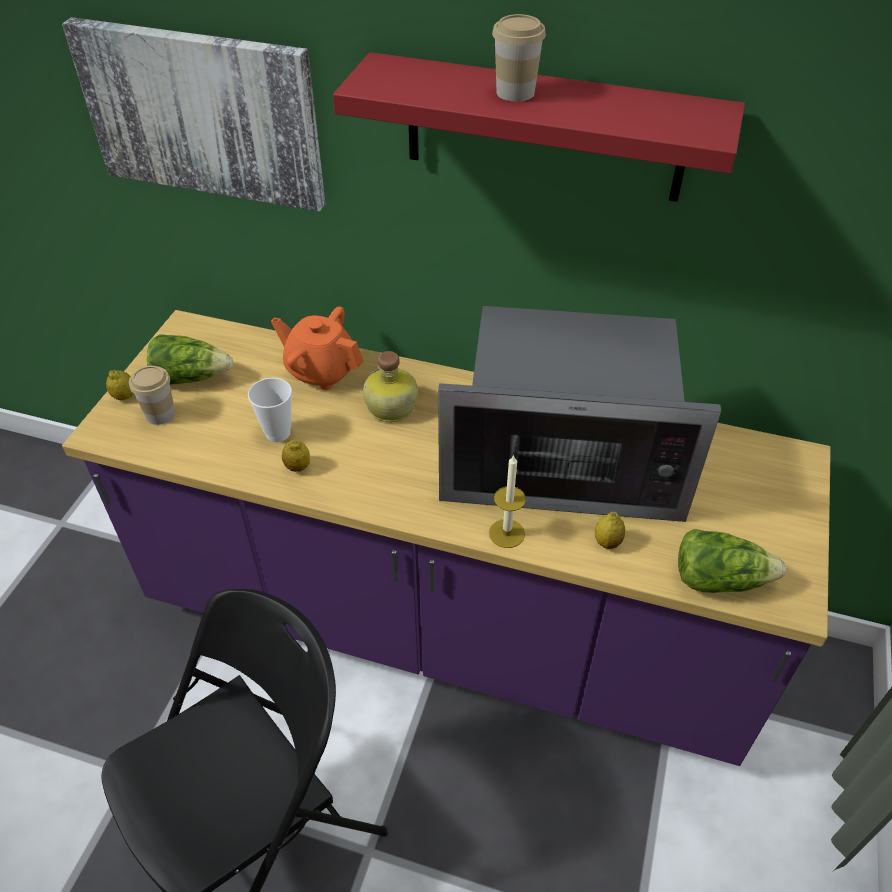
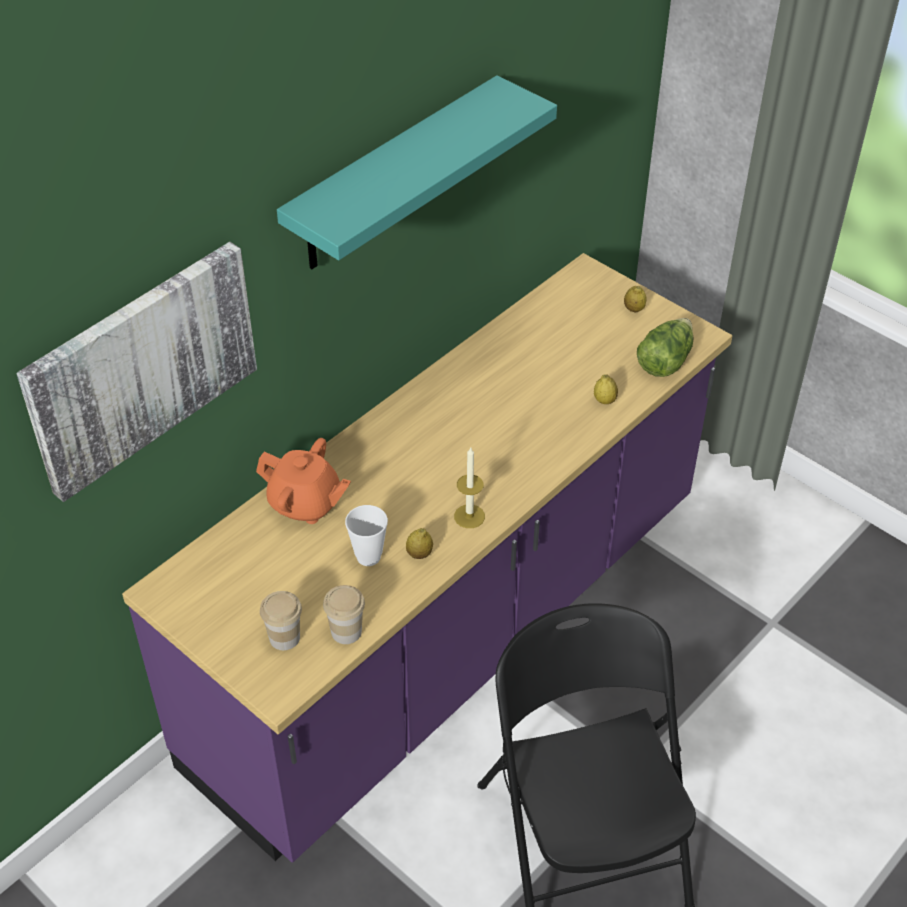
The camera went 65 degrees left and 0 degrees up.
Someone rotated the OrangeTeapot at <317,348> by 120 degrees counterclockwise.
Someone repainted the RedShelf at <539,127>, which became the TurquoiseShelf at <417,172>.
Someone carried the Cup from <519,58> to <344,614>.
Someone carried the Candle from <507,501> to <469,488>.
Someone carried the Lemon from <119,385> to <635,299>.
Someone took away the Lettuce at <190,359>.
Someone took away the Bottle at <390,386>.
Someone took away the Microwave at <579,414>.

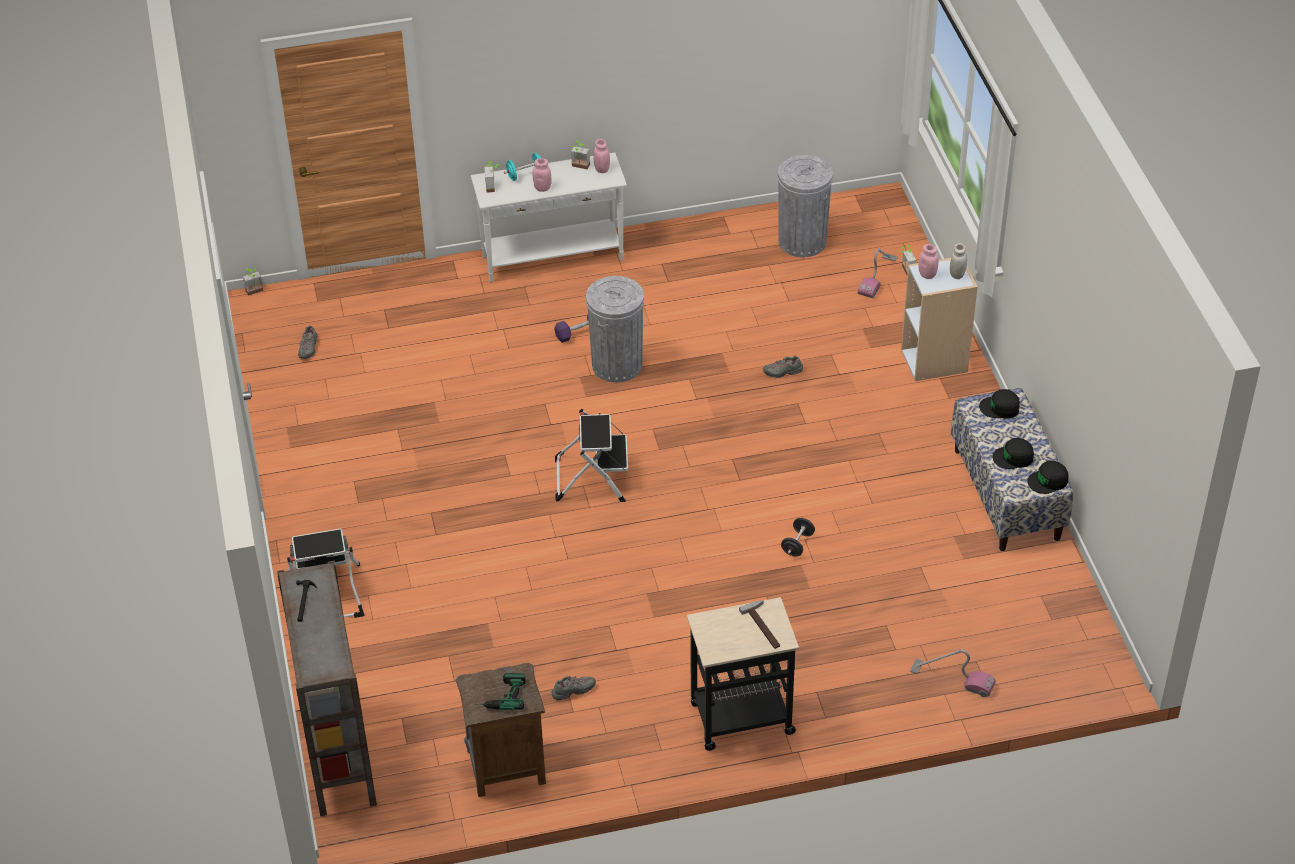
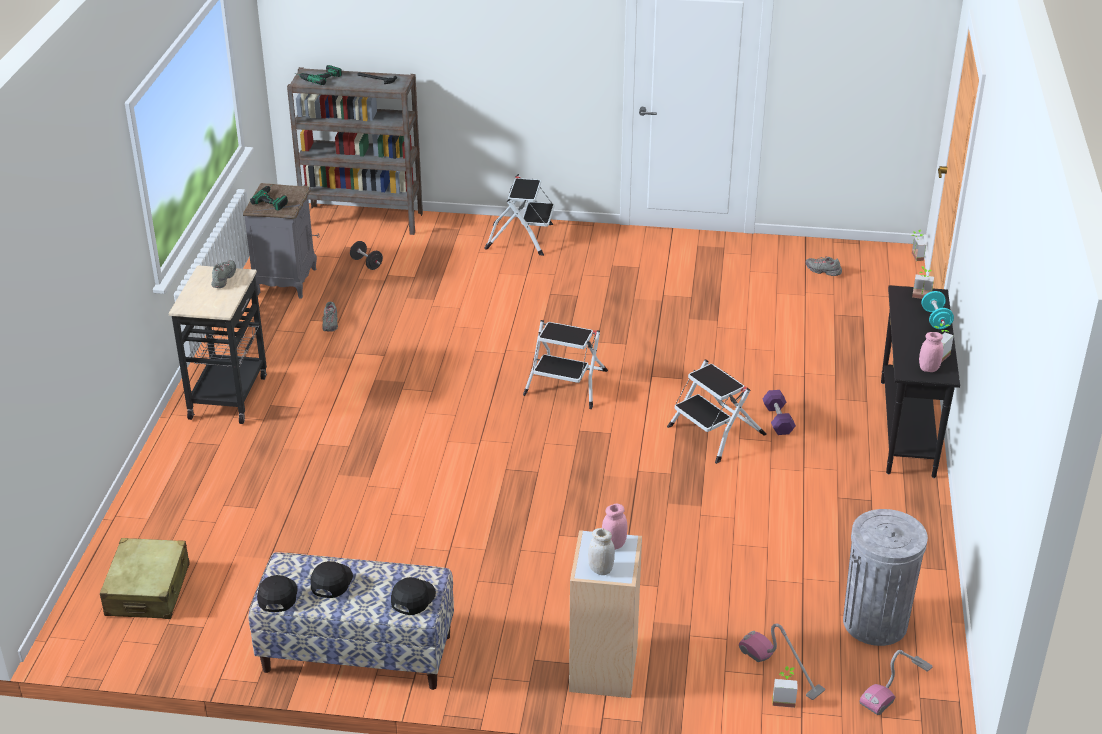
The camera went 110 degrees right and 10 degrees down.
Someone put down the BeigeSuitcase at <145,578>.
Someone carried the GreyShoe from <783,367> to <223,274>.
Someone put down the PowerDrill at <318,75>.
Someone carried the BlackDumbbell from <798,537> to <366,255>.
Someone swapped the GreyTrashCan at <615,329> for the StepLadder at <717,411>.
Someone carried the VacuumCleaner from <953,673> to <896,682>.
Someone repainted the WhiteConsoleTable at <549,217>, which became the BlackConsoleTable at <920,381>.
Someone took away the PinkJar at <542,175>.
Someone took away the Hammer at <759,624>.

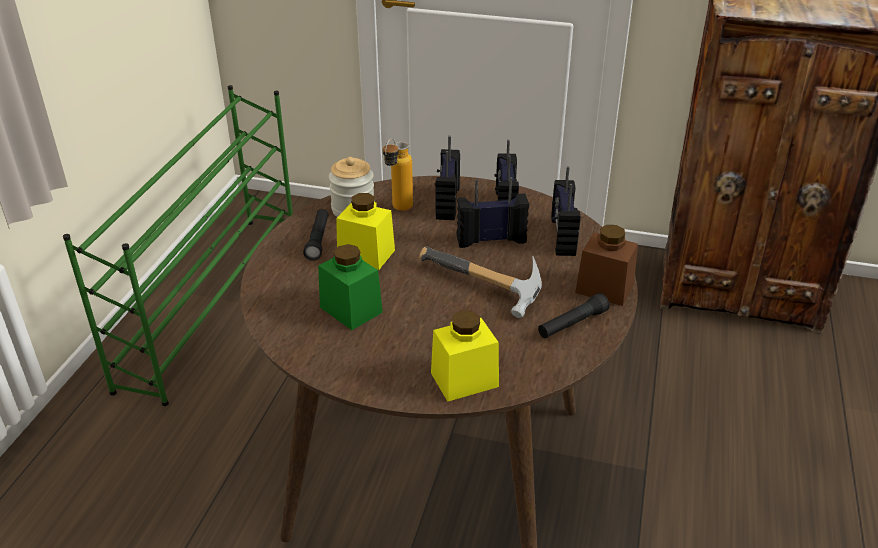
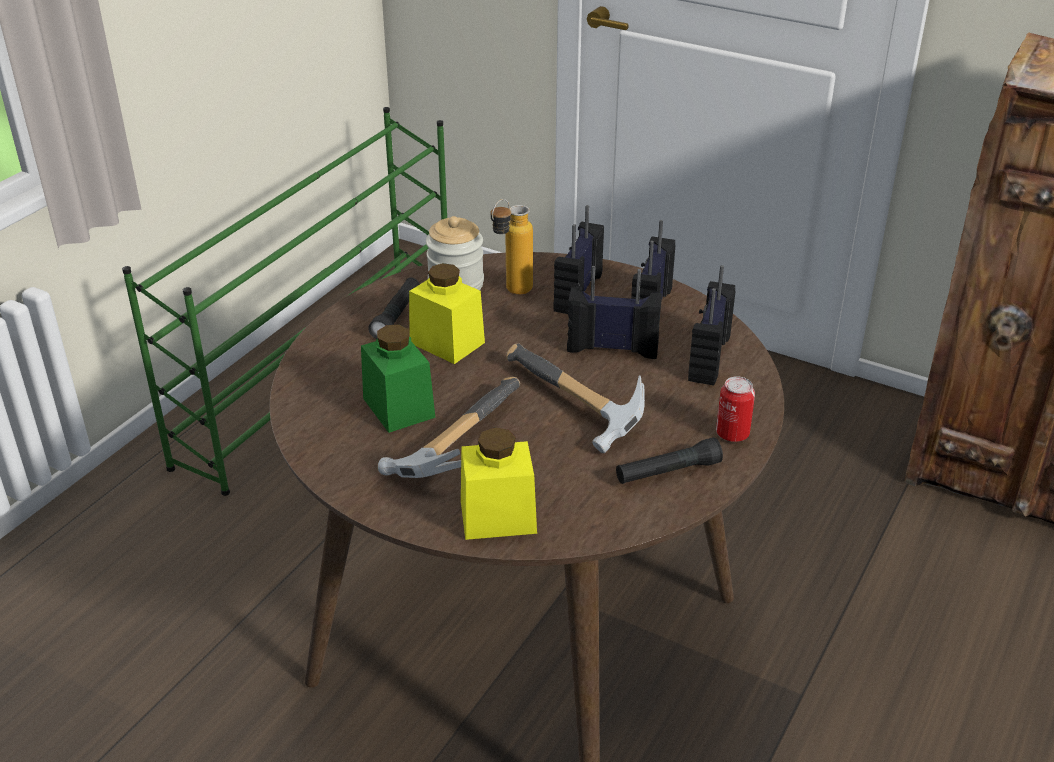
The camera went 15 degrees right and 0 degrees up.
Someone put down the Hammer at <449,427>.
Someone swapped the BrownJar at <606,265> for the Can at <735,409>.

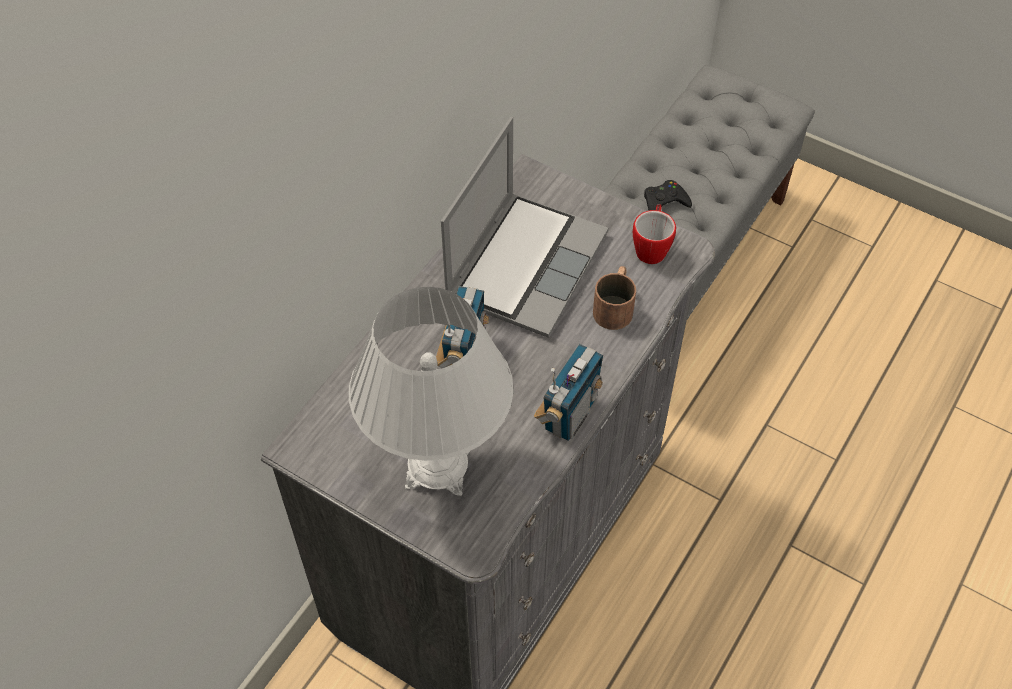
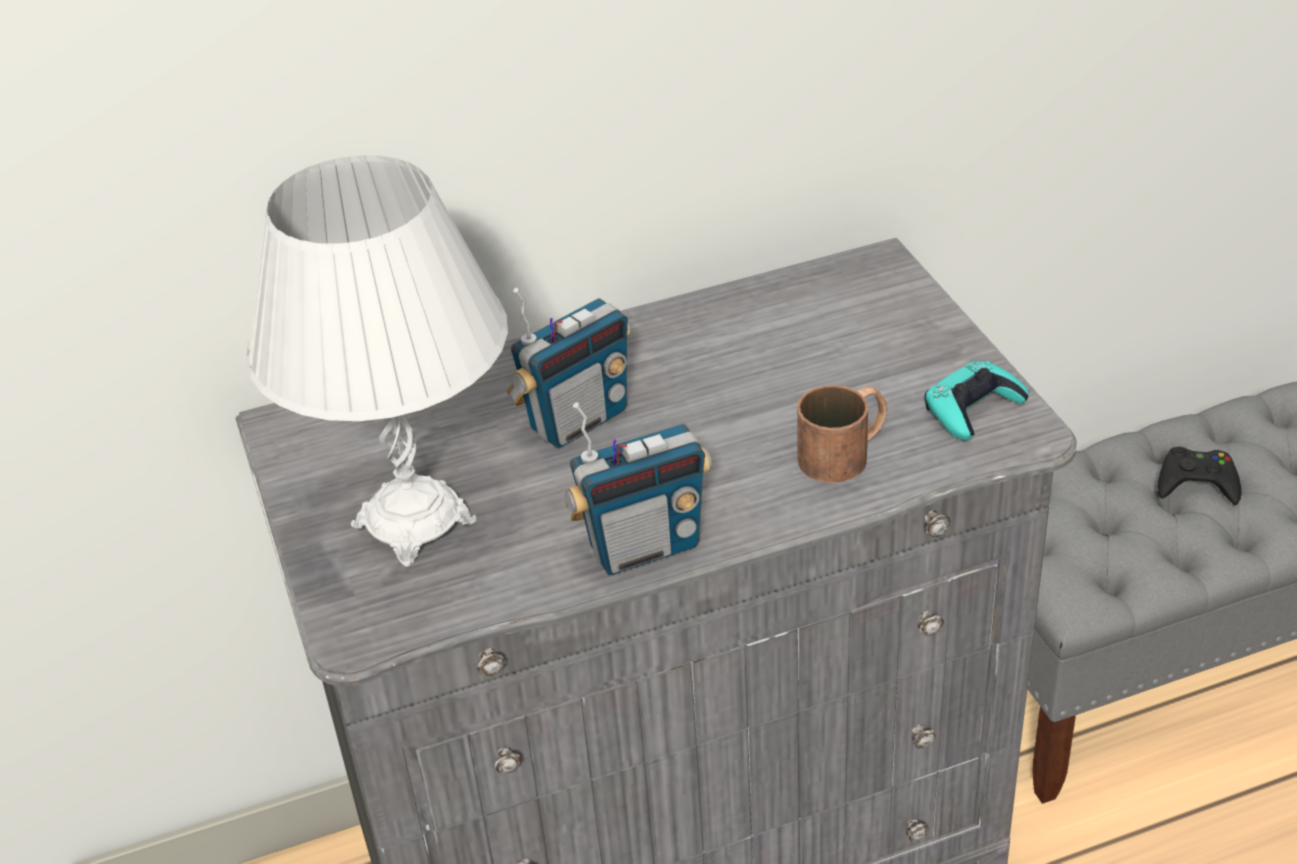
The camera went 40 degrees right and 15 degrees down.
Someone swapped the Mug at <654,234> for the TurquoiseGameController at <976,400>.
Someone took away the Laptop at <524,227>.

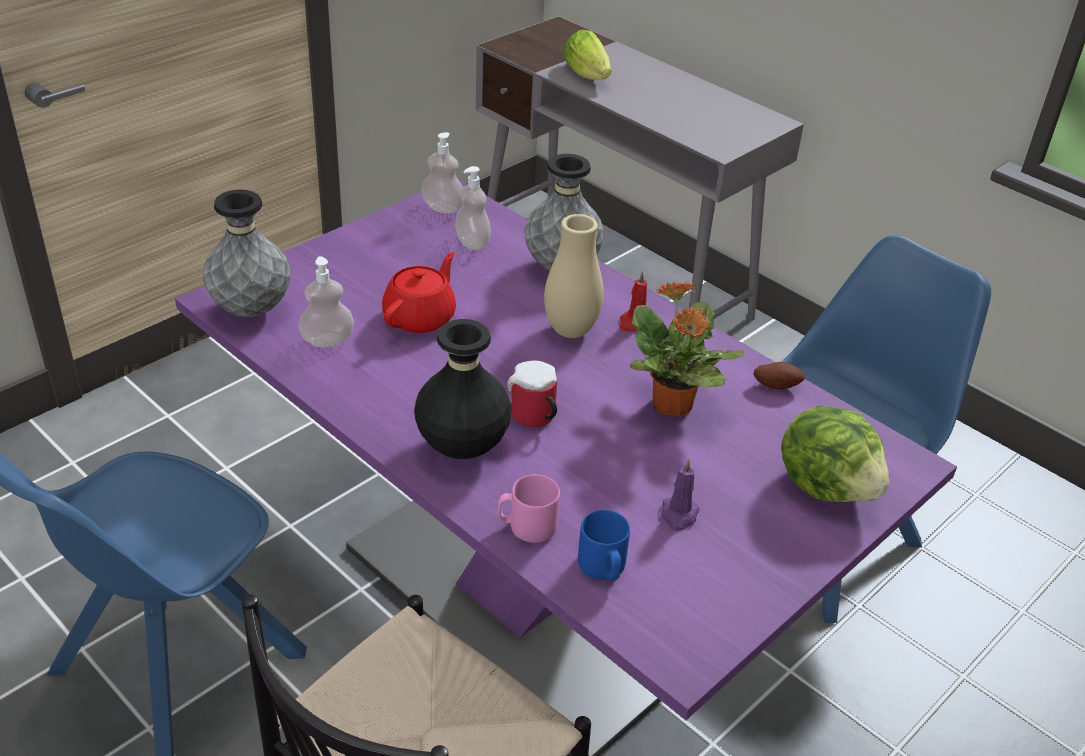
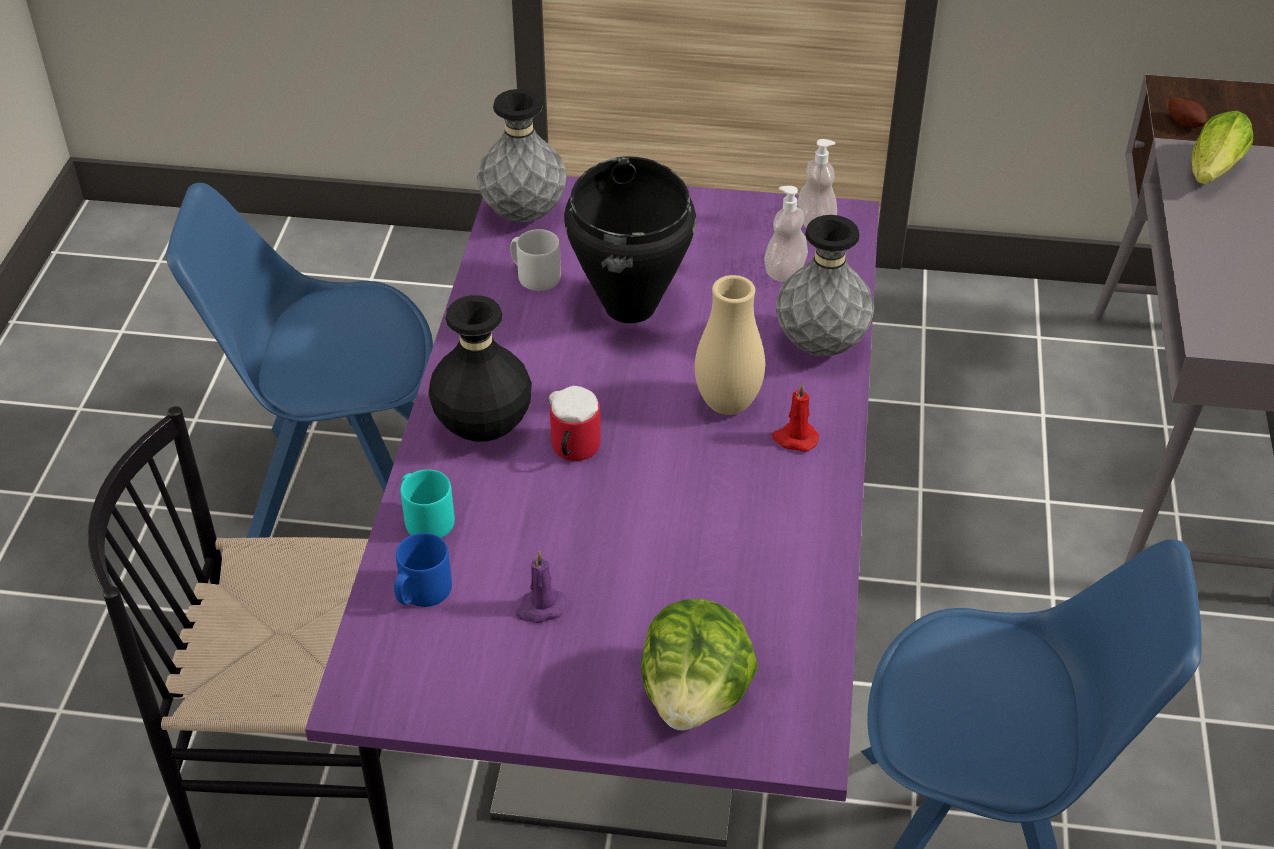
The camera went 55 degrees right and 5 degrees up.
Someone repainted the PinkMug at <529,508>, which became the TurquoiseMug at <428,503>.
Someone swapped the SoapDispenser at <326,301> for the GreyMug at <535,260>.
Someone swapped the RedTeapot at <419,292> for the BlackCookingPot at <630,239>.
Someone carried the Potato from <779,376> to <1188,112>.
Someone took away the PottedPlant at <687,349>.

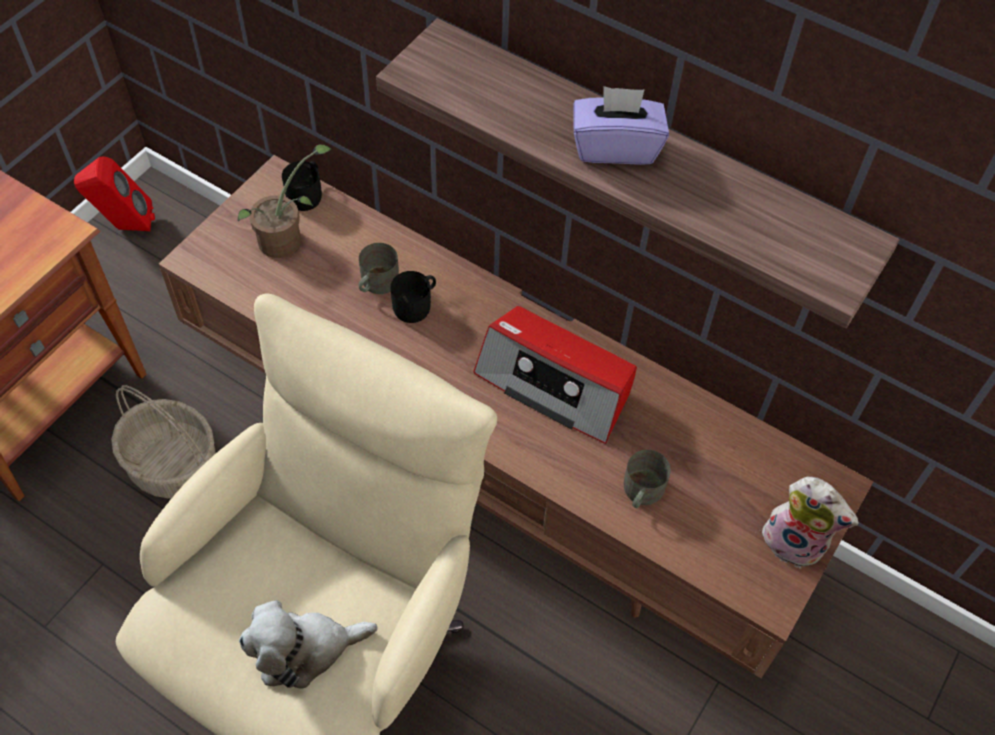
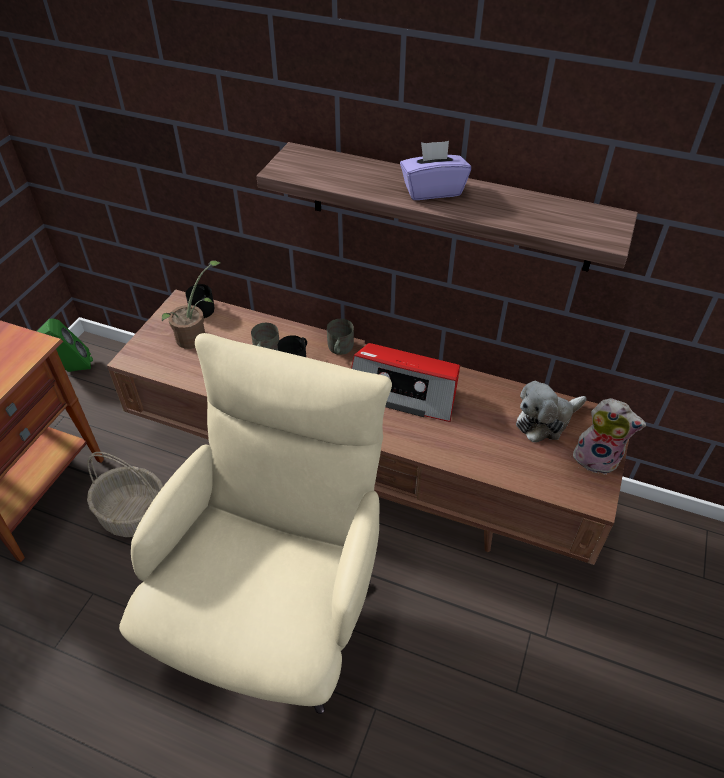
The camera went 10 degrees left and 10 degrees down.
Someone repainted the RedSpeaker at <114,194>, which became the GreenSpeaker at <65,345>.
Someone carried the GreyMug from <647,479> to <340,337>.
Someone carried the PlushToy from <308,644> to <551,411>.

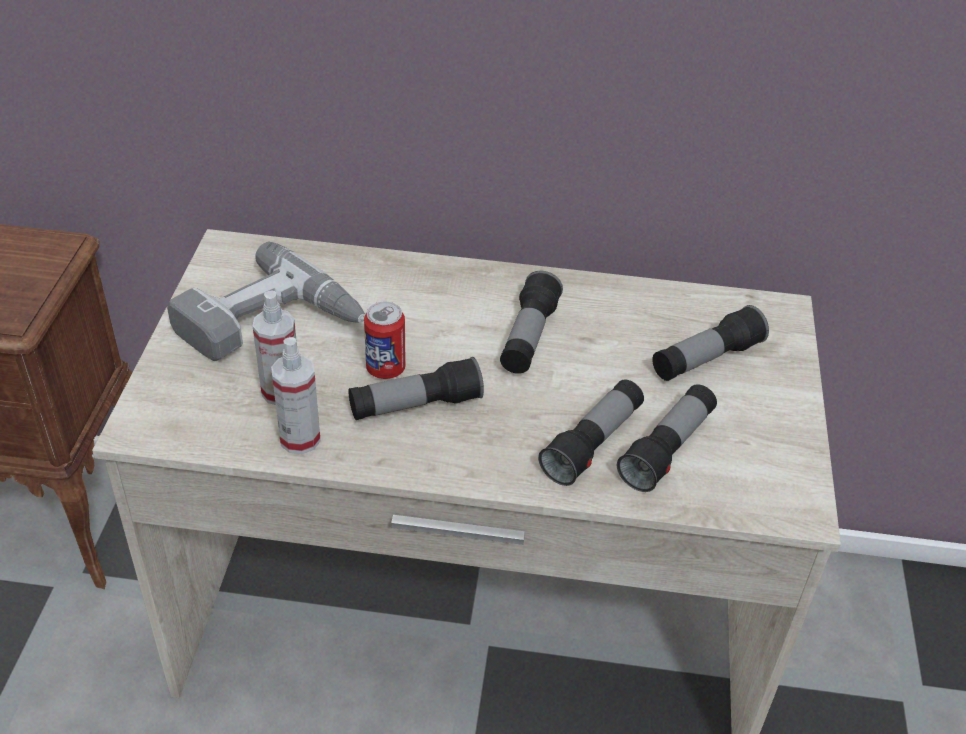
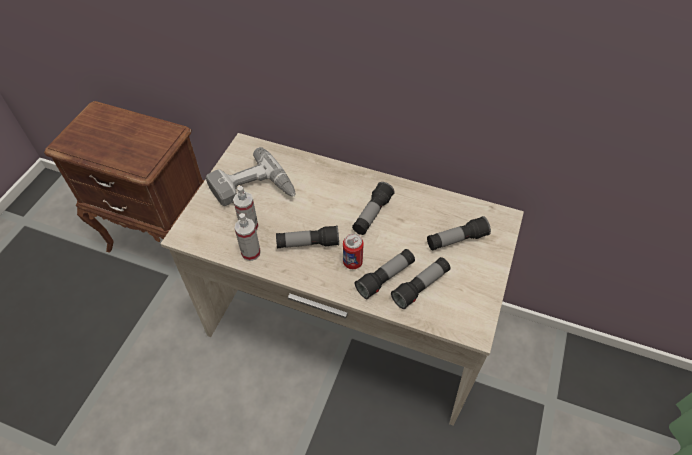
The camera went 15 degrees right and 10 degrees up.
Someone carried the Can from <385,340> to <353,251>.

